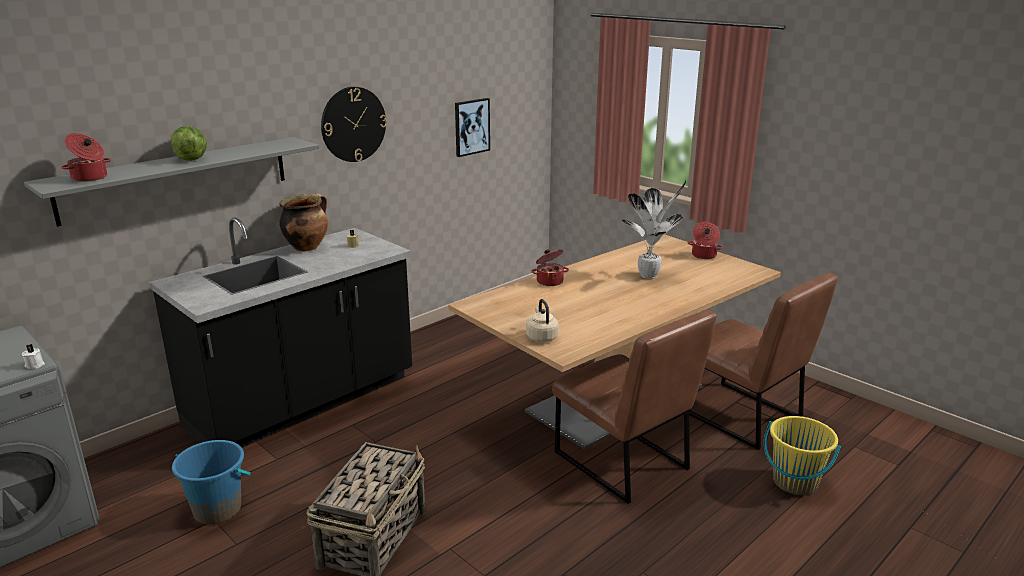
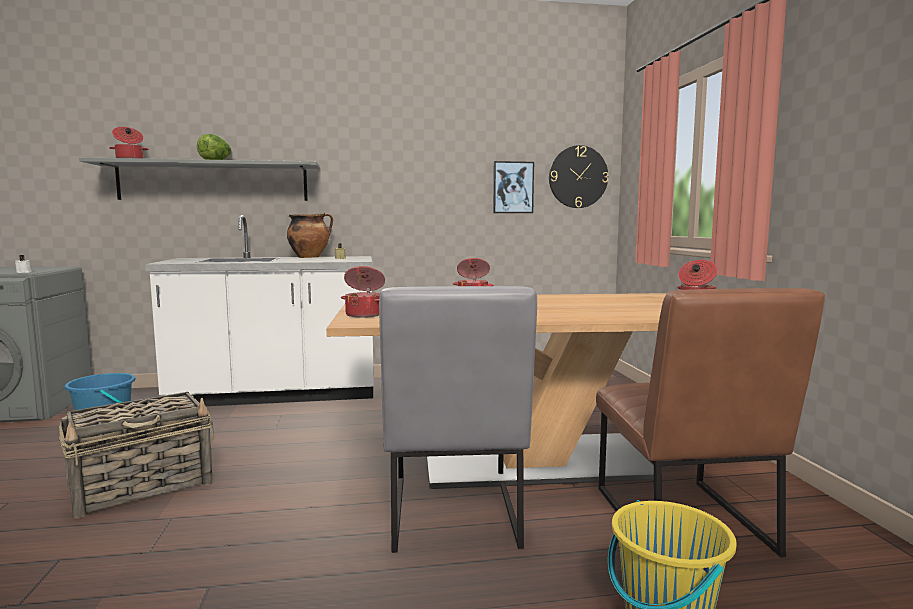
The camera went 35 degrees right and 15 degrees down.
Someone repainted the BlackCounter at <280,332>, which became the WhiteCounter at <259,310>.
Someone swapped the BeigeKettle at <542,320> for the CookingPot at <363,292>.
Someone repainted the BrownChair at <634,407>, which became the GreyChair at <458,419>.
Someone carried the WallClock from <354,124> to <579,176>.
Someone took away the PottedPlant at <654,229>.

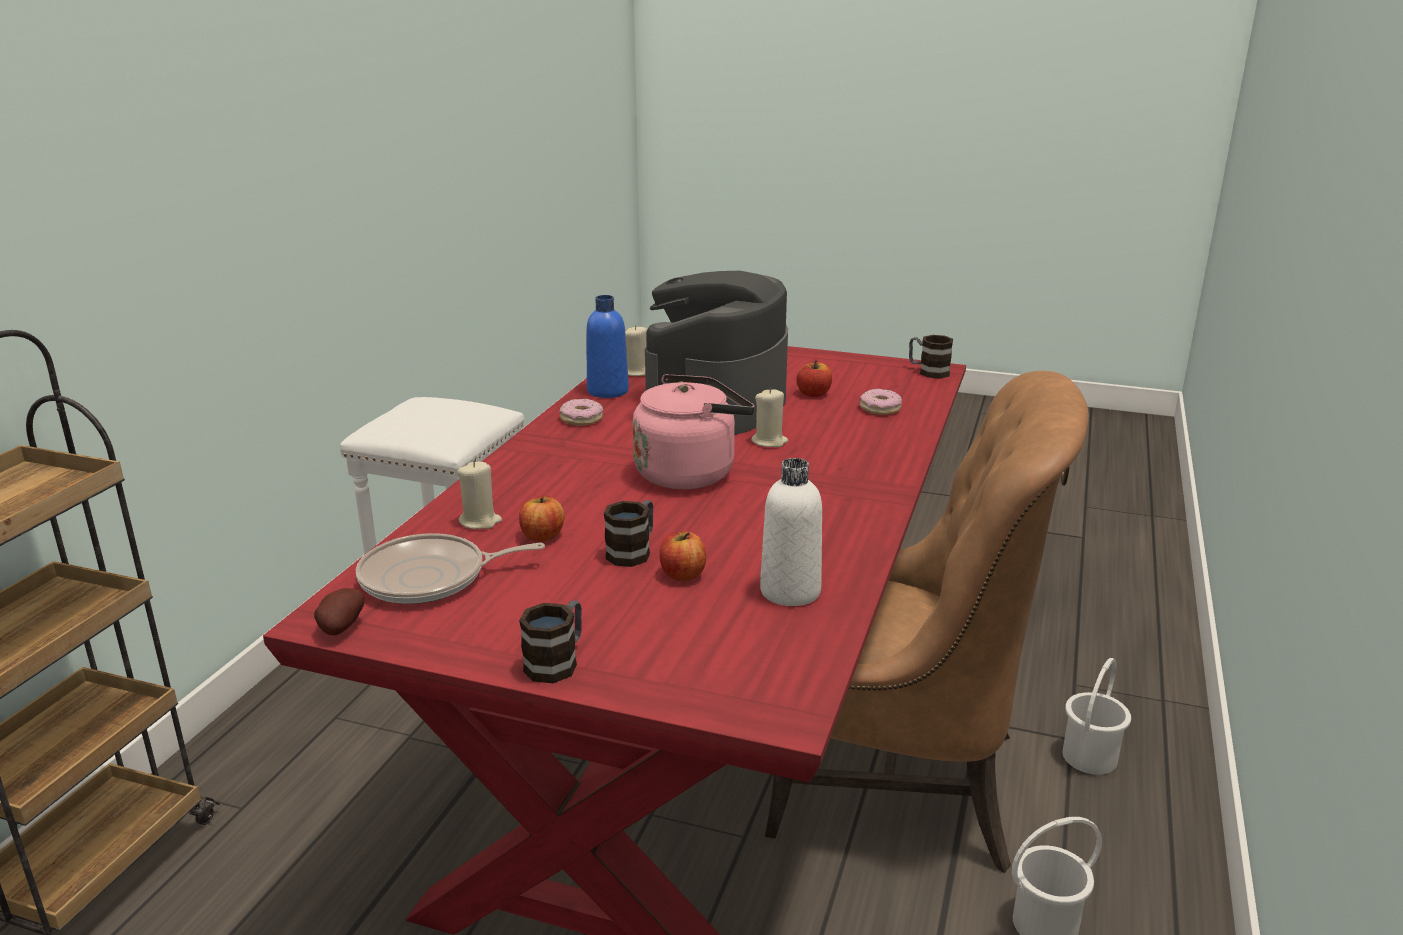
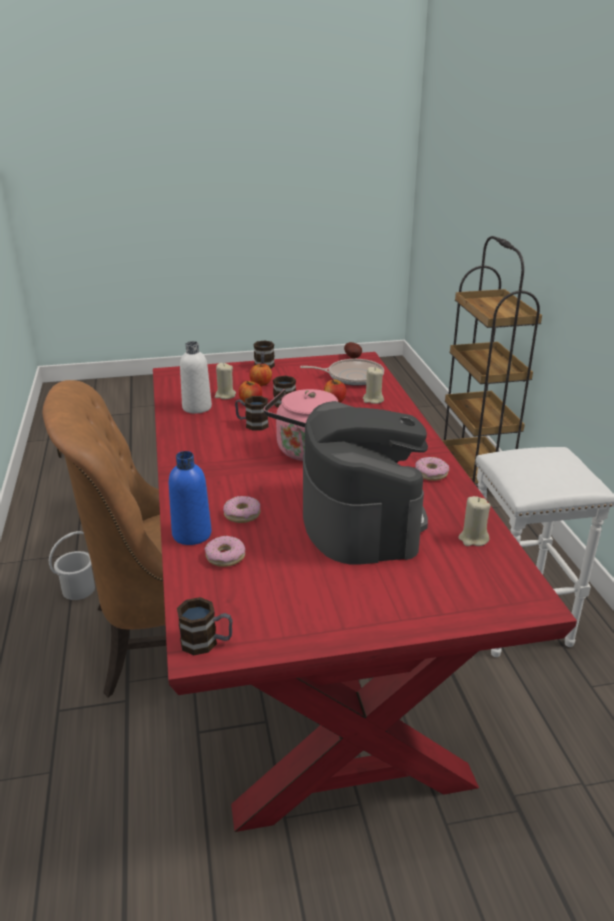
The camera went 150 degrees right and 5 degrees up.
Someone carried the BlueBottle from <607,346> to <190,498>.
Someone carried the BeigeCandle from <769,417> to <225,381>.
Someone put down the Donut at <241,509>.
Someone put down the Mug at <252,413>.
Someone carried the Apple from <814,378> to <260,375>.
Someone rotated the FryingPan at <450,568> by 45 degrees clockwise.
Someone took away the WhiteBucket at <1097,716>.

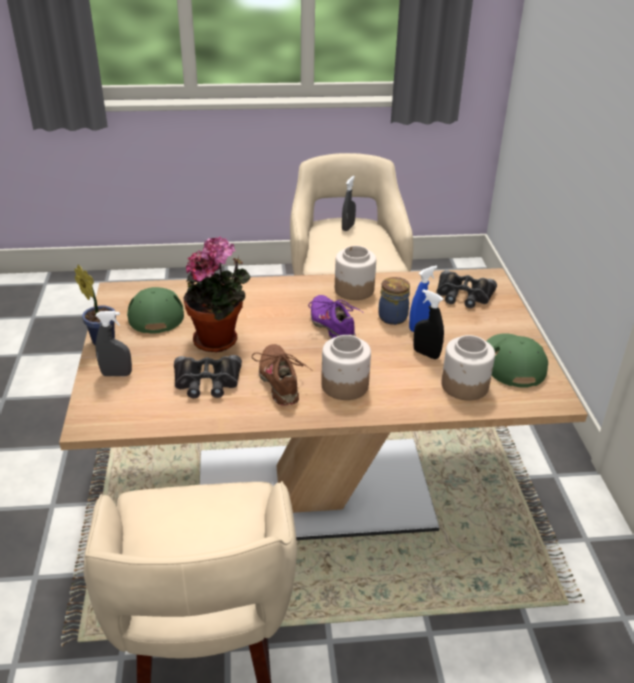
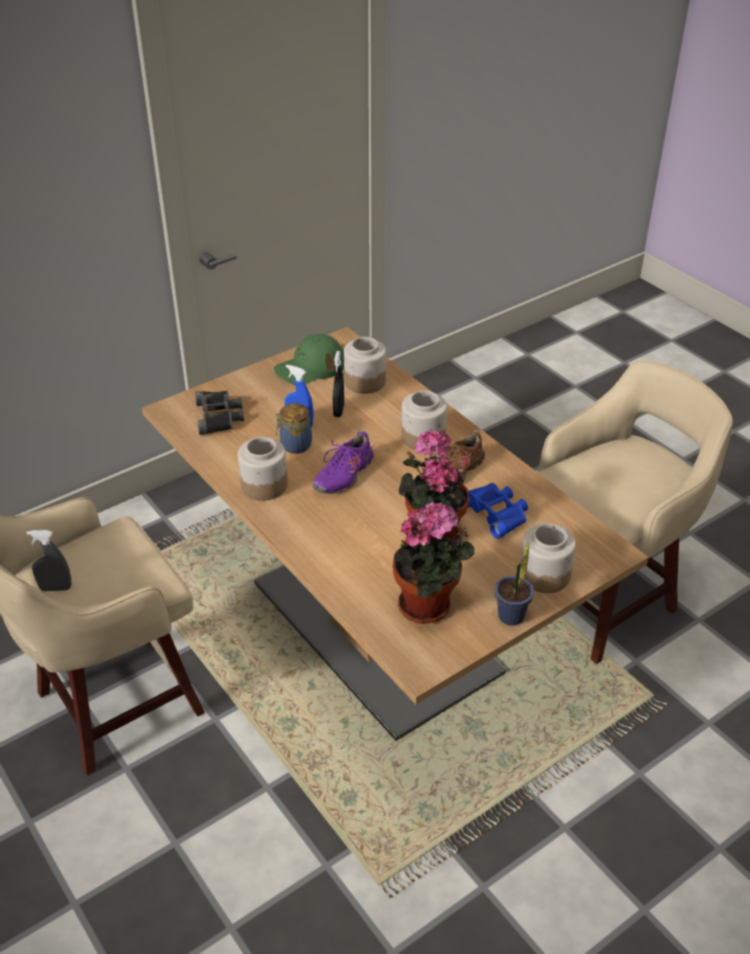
The camera went 120 degrees left and 5 degrees up.
Someone swapped the GreenCap at <155,310> for the PottedPlant at <433,563>.
Someone repainted the BlackBinoculars at <208,376>, which became the BlueBinoculars at <498,511>.
Someone swapped the GreySprayBottle at <114,343> for the Jar at <547,558>.

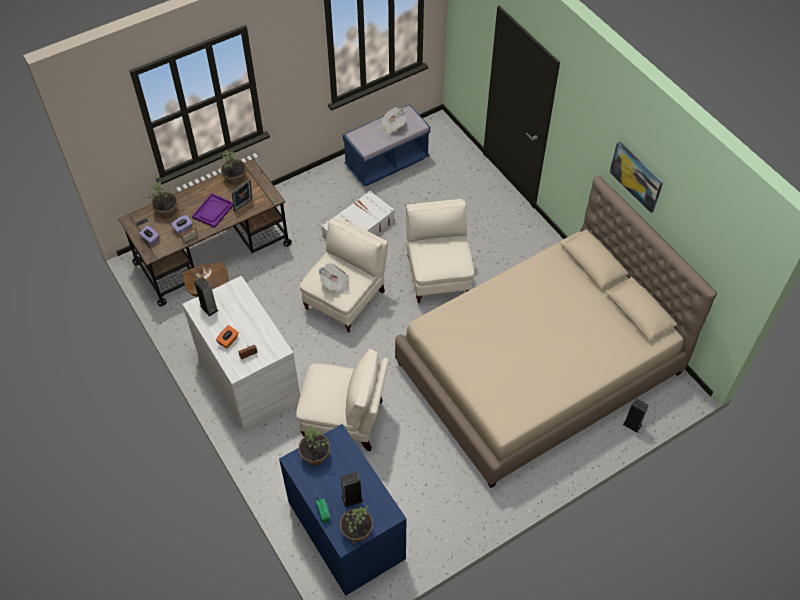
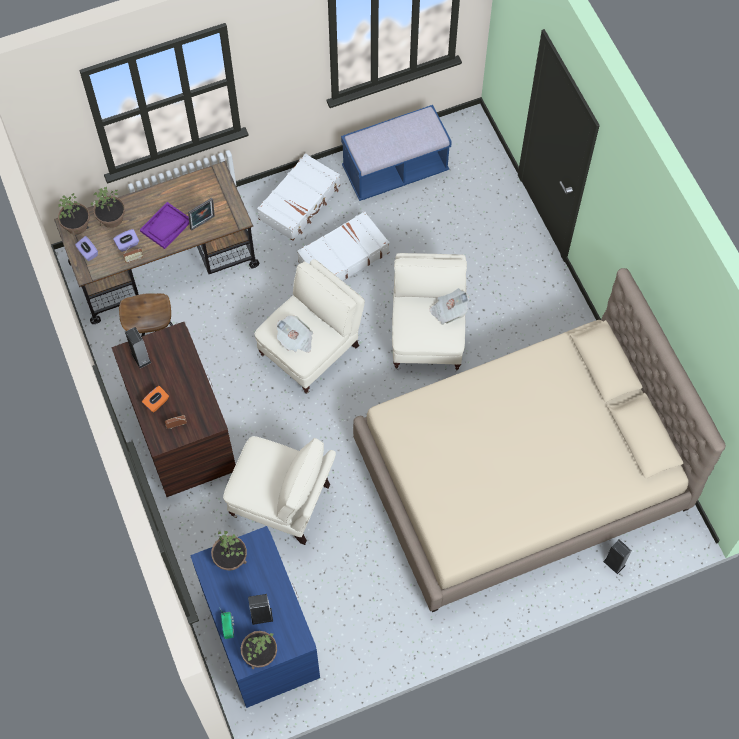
The camera went 10 degrees right and 10 degrees up.
Someone carried the PottedPlant from <234,167> to <74,214>.
Someone repainted the WhiteDresser at <241,353>, which became the BrownDresser at <173,409>.
Someone put down the WhiteSuitcase at <298,197>.
Someone carried the Newspaper from <391,121> to <449,306>.
Someone took away the Picture at <636,177>.

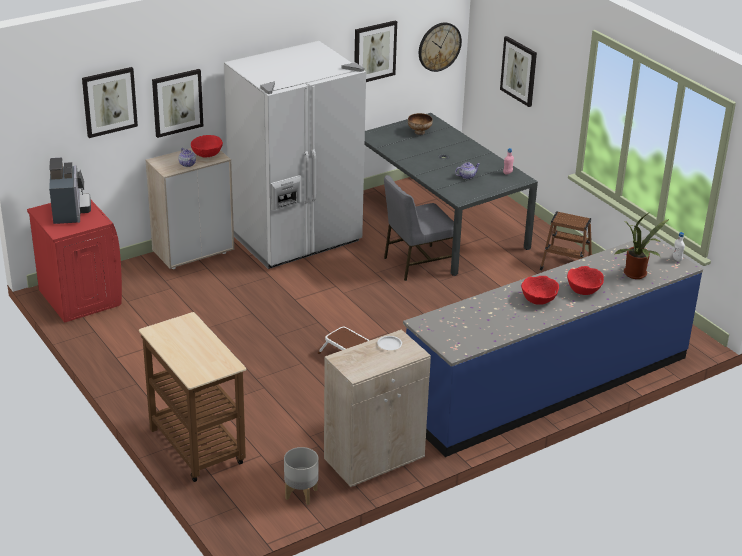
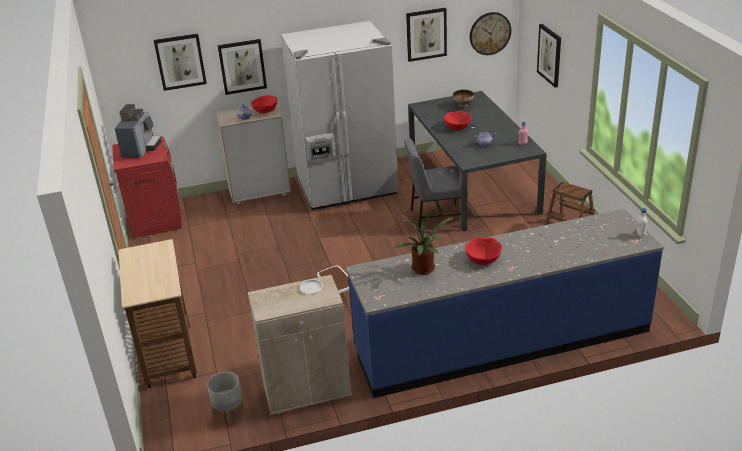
The camera went 20 degrees right and 0 degrees up.
Someone carried the PottedPlant from <641,246> to <424,242>.
Someone carried the RedBowl from <585,280> to <457,120>.

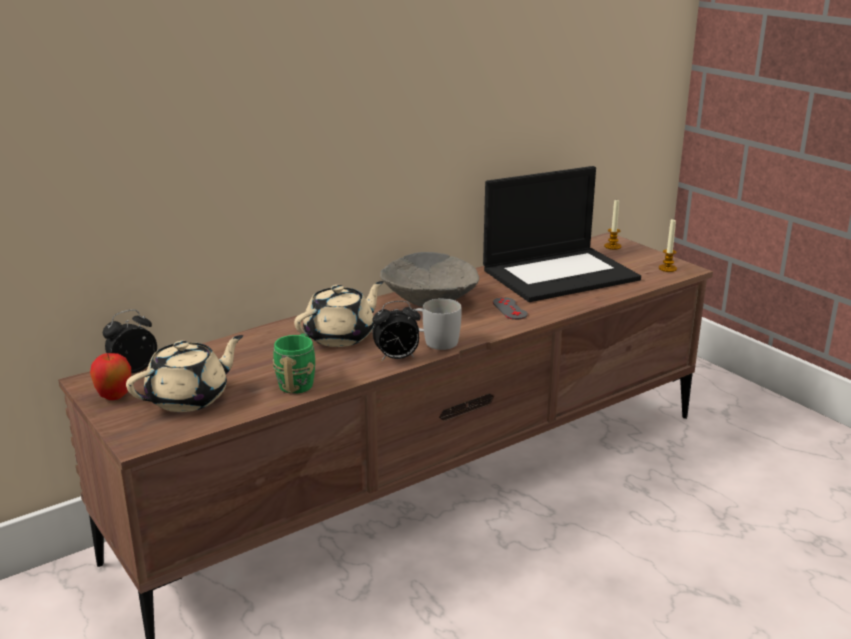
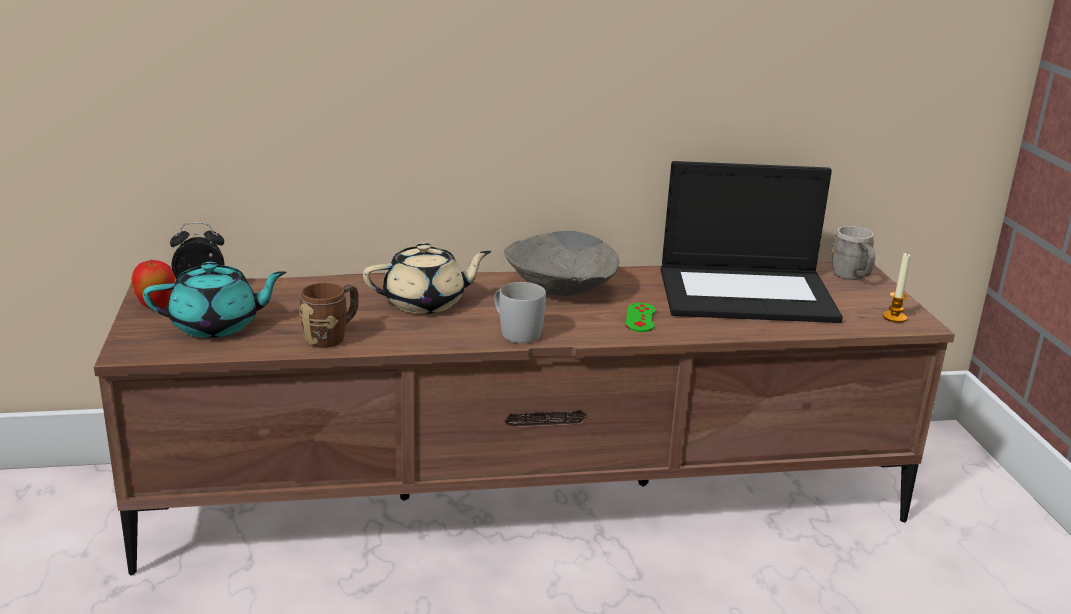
The camera went 25 degrees right and 0 degrees up.
Someone repainted the BeigeTeapot at <184,373>, which became the TurquoiseTeapot at <214,300>.
Someone repainted the GreenMug at <293,363>, which became the BrownMug at <328,315>.
Someone repainted the GreyGameController at <510,308>, which became the GreenGameController at <641,317>.
Someone swapped the Candle at <612,225> for the GreyMug at <853,253>.
Someone took away the AlarmClock at <396,331>.

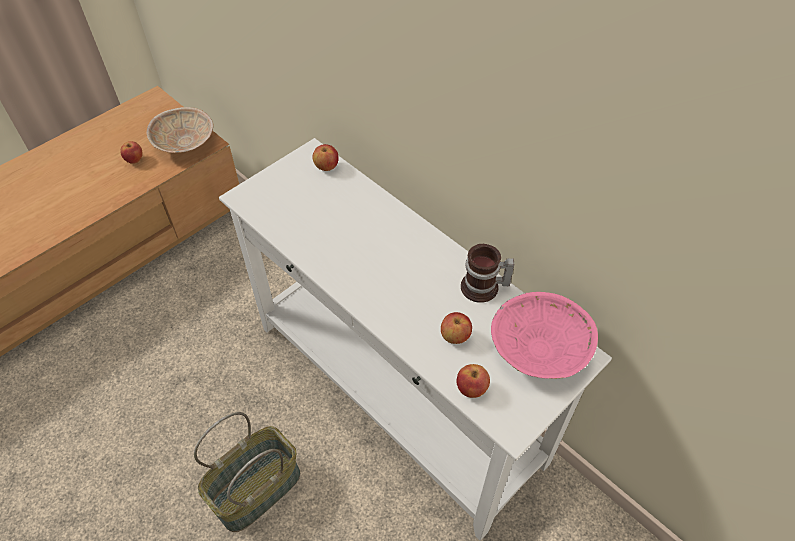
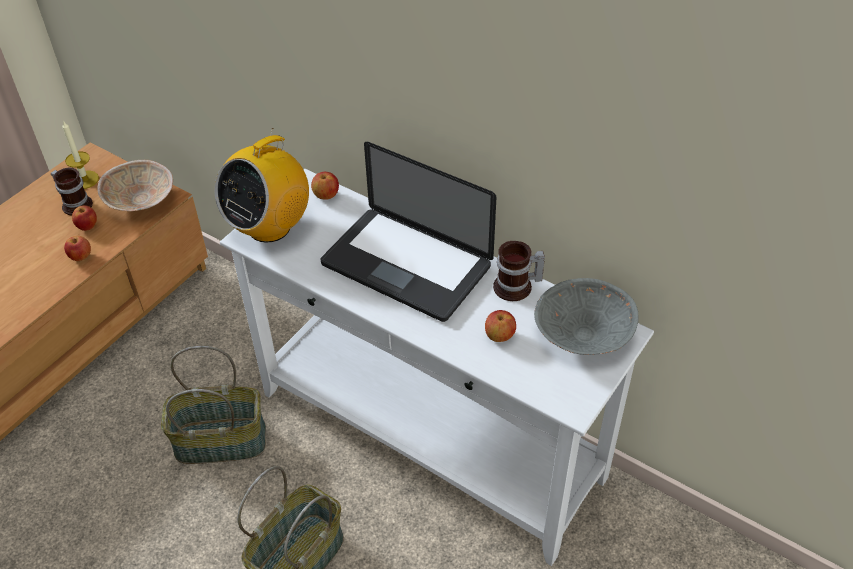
The camera went 10 degrees left and 5 degrees down.
Someone put down the Mug at <72,192>.
Someone put down the Candle at <80,154>.
Someone carried the Apple from <473,381> to <77,248>.
Someone put down the Basket at <213,405>.
Someone put down the Radio at <262,185>.
Someone put down the Laptop at <408,232>.
Someone repainted the PinkBowl at <544,335>, which became the GreyBowl at <586,316>.

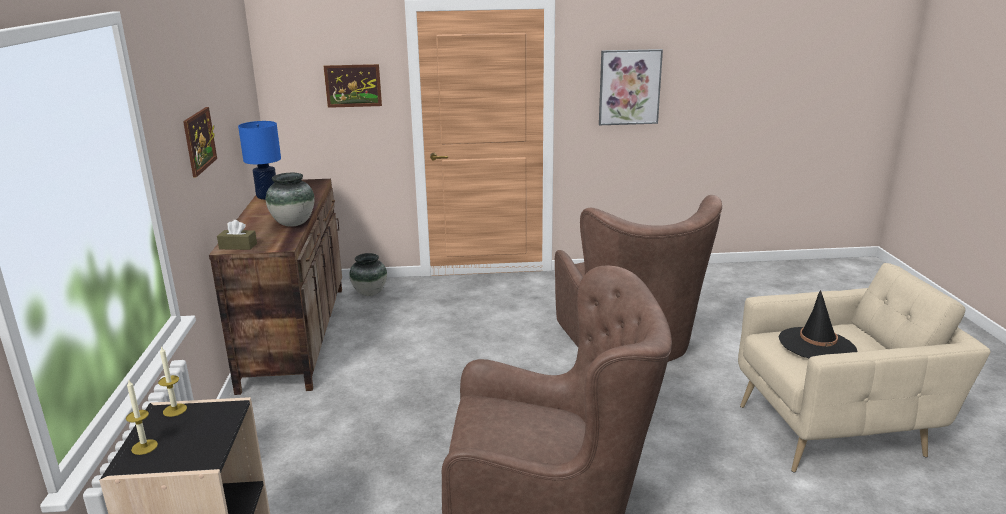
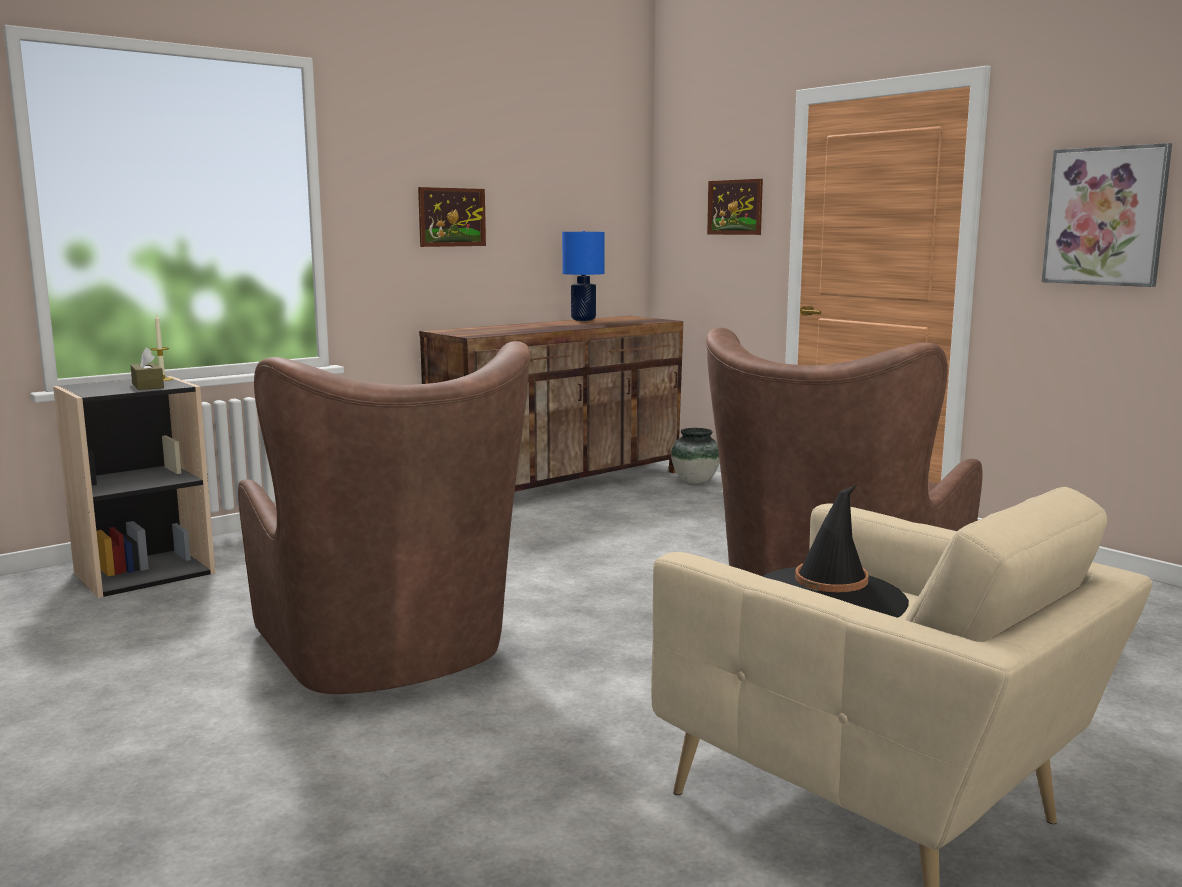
The camera went 55 degrees right and 10 degrees down.
Someone carried the BrownTissueBox from <237,235> to <147,368>.
Someone took away the Candle at <142,417>.
Someone took away the Vase at <290,200>.

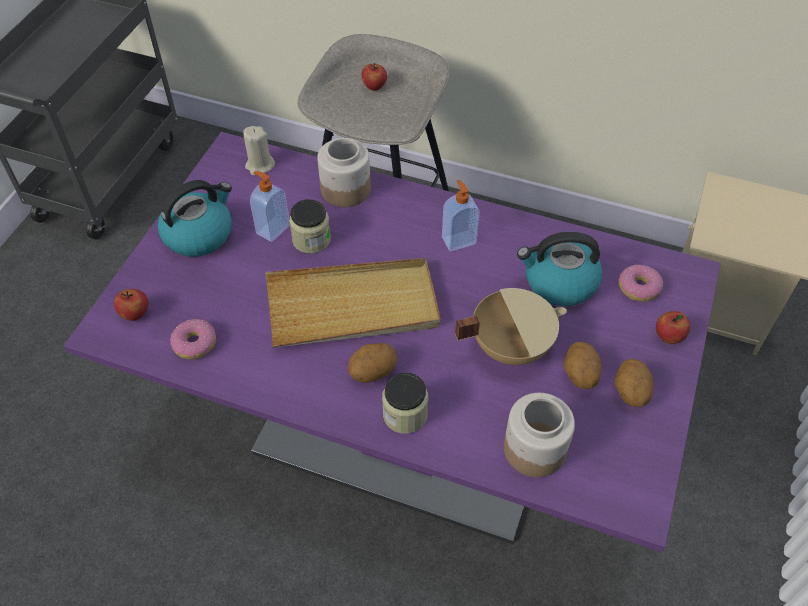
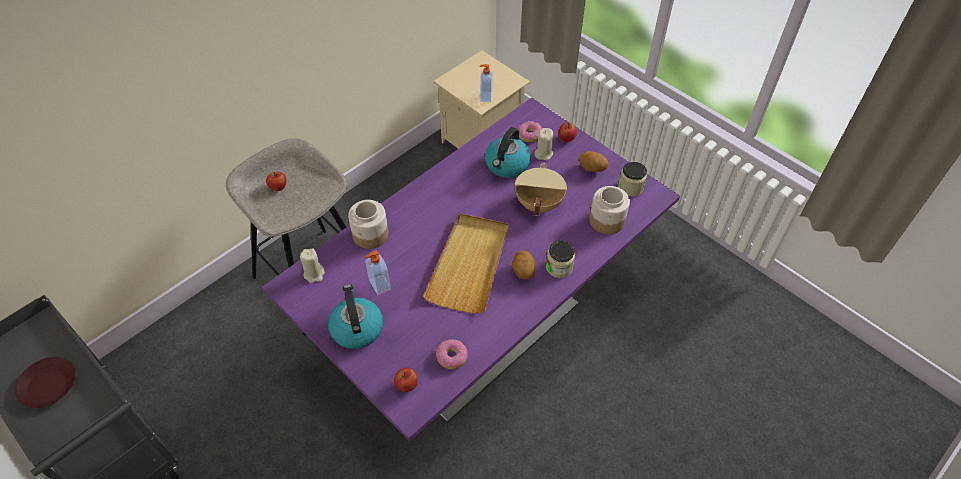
The camera went 65 degrees left and 0 degrees up.
Someone put down the BrownPlate at <45,382>.
Someone carried the SoapDispenser from <461,216> to <486,83>.
Someone put down the BeigeCandle at <544,144>.
Someone carried the Jar from <310,226> to <632,179>.
Someone took away the Potato at <583,365>.

